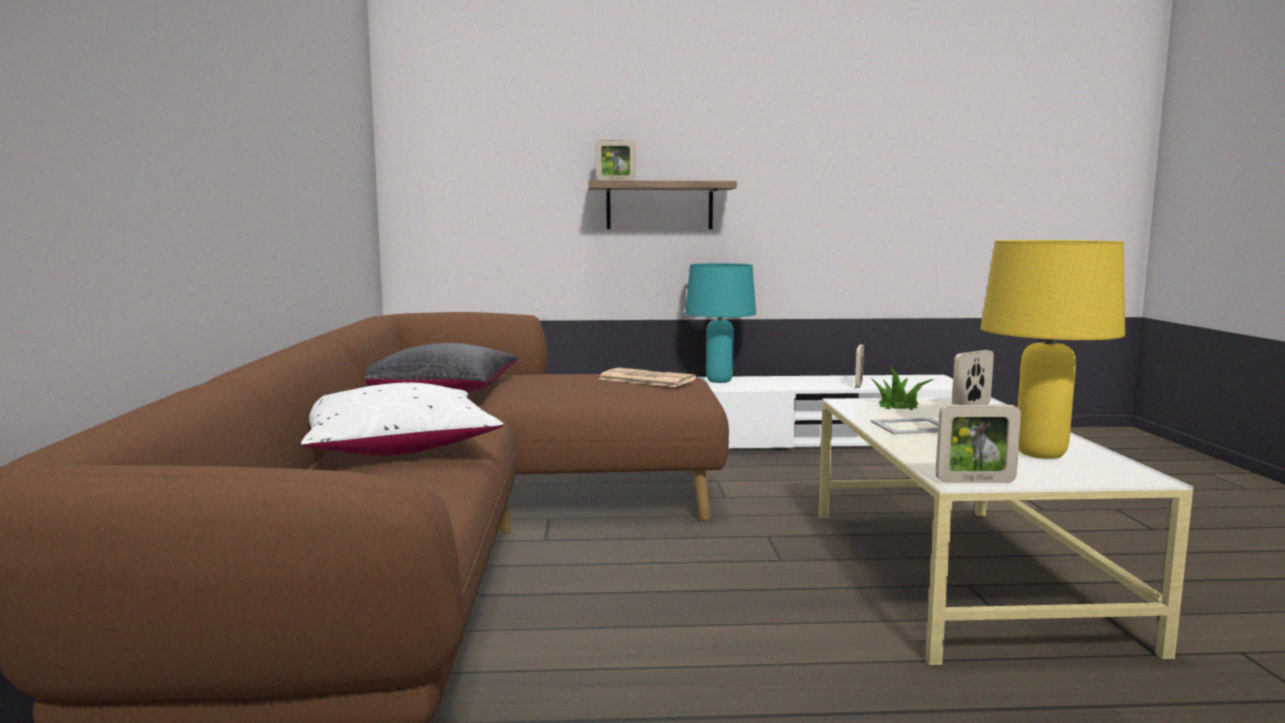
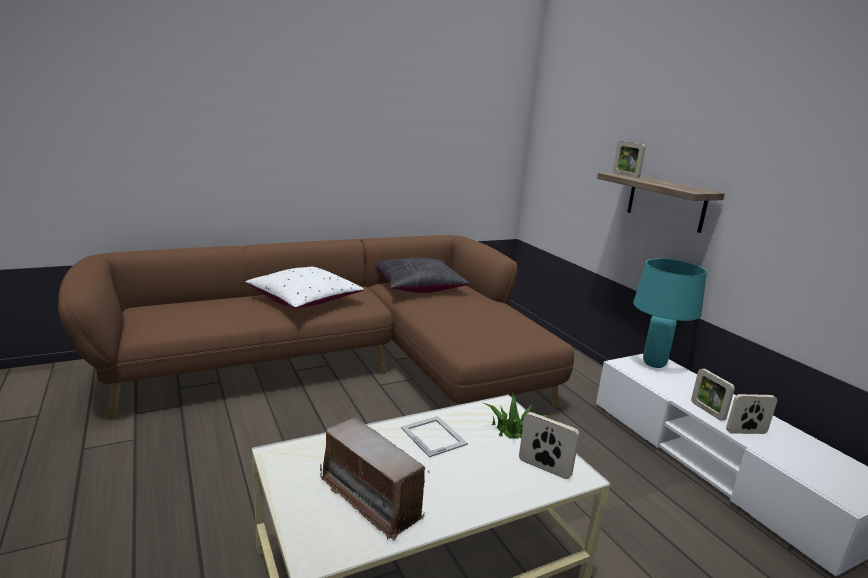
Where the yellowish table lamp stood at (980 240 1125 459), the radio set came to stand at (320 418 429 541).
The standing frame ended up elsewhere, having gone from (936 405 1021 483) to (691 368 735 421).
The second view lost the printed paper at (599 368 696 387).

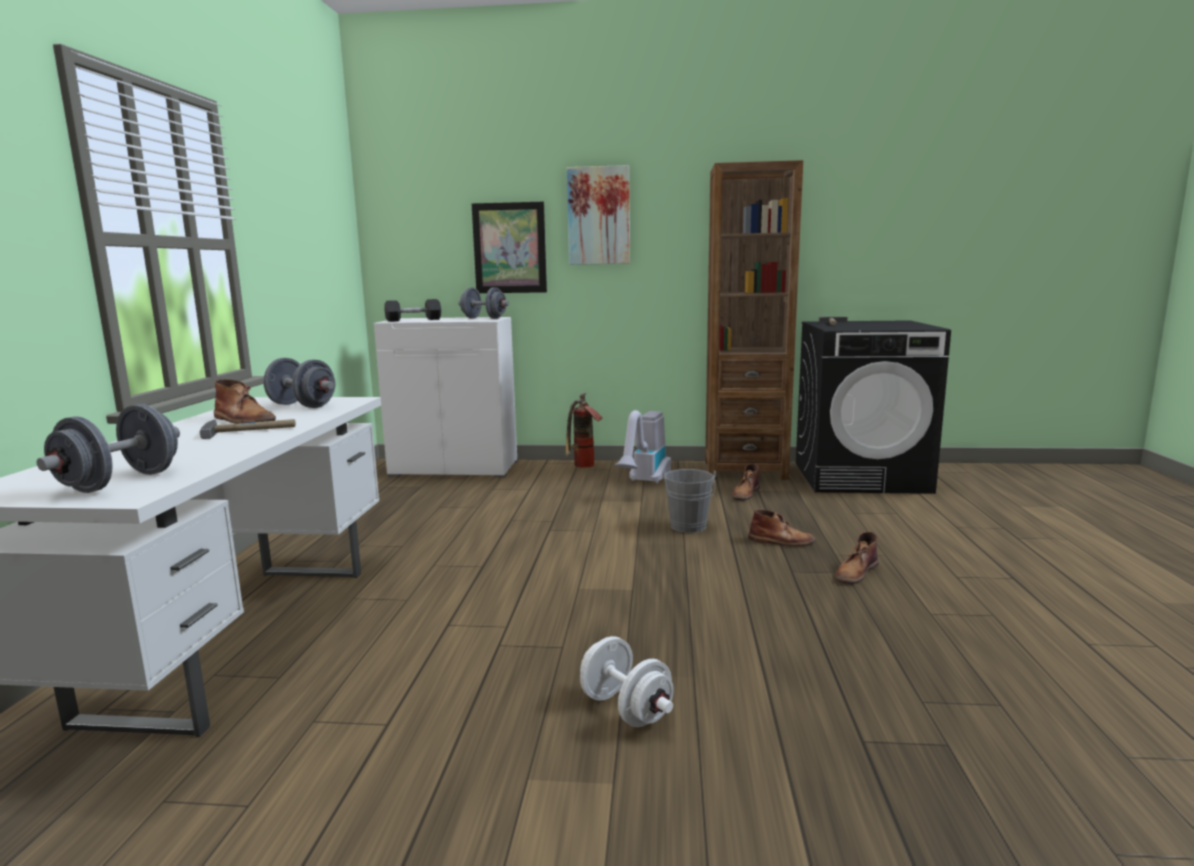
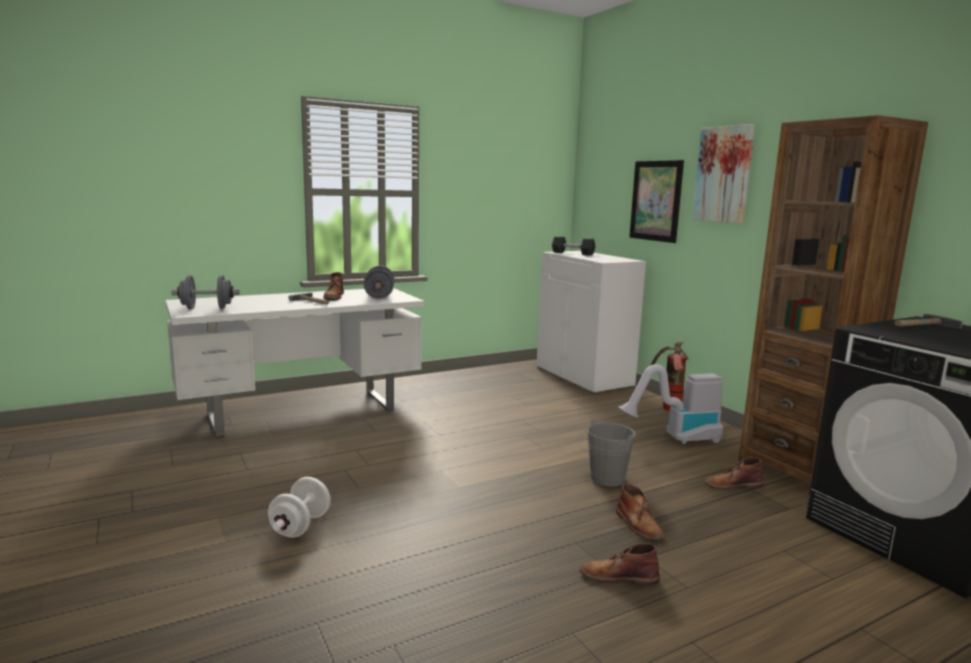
The second view lost the grey hand weight at (458 287 509 319).

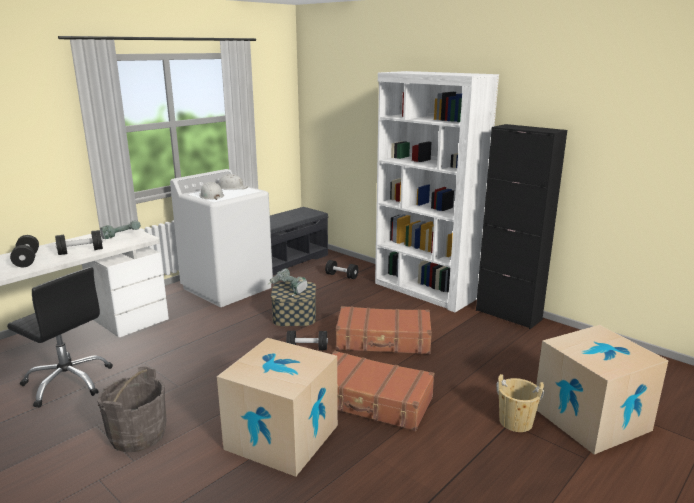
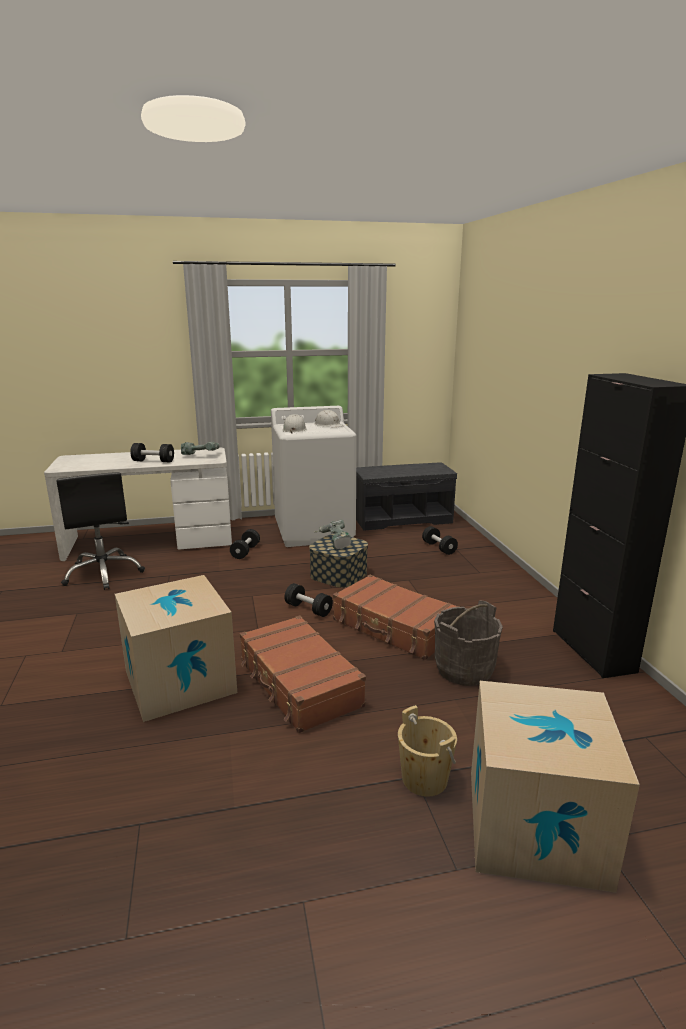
The black hand weight ended up elsewhere, having gone from (10 235 39 267) to (230 529 260 559).
The grey bucket ended up elsewhere, having gone from (97 366 167 452) to (434 600 503 686).
The second view lost the whitish bookcase at (375 71 499 312).

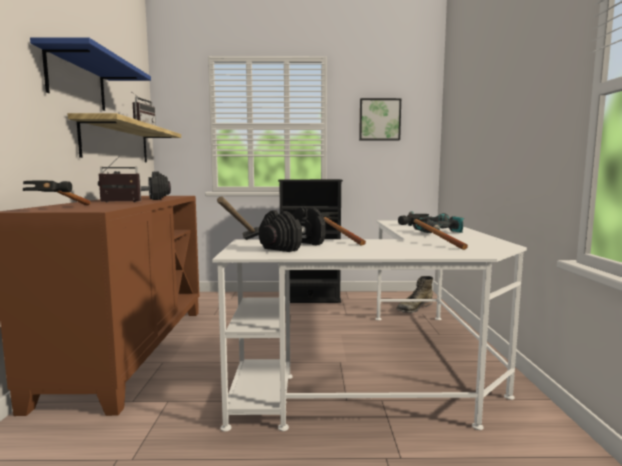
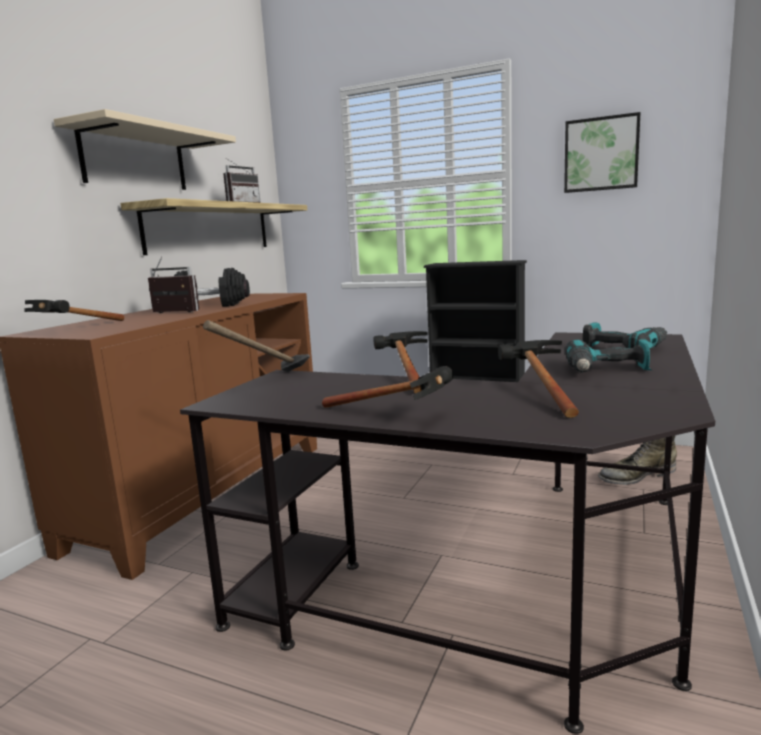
What was the blue shelf at (30 37 151 111) turned into the beige-coloured shelf at (54 109 236 190).
What was the whitish desk unit at (212 220 527 432) turned into the black desk unit at (180 332 715 734).
The second view gained the hammer at (322 366 453 408).
The second view lost the black hand weight at (259 207 326 252).

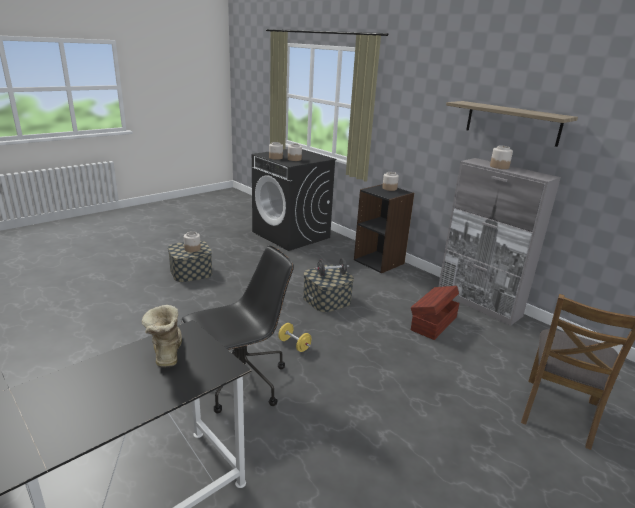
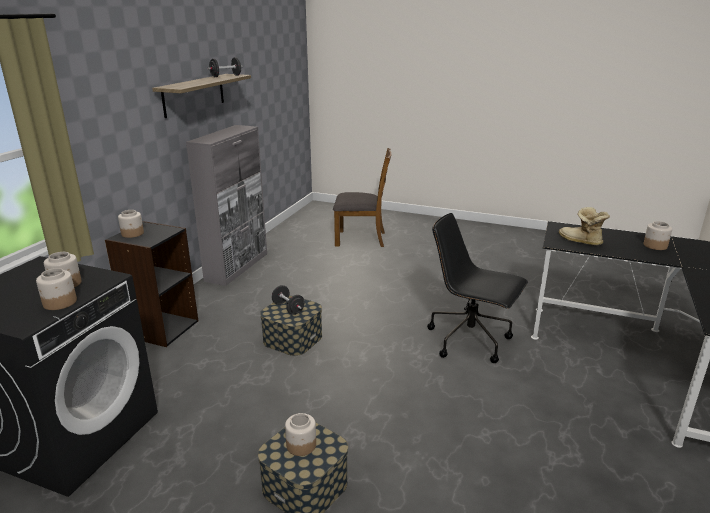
The second view gained the black hand weight at (207 57 243 77).
The high-top boot at (142 305 182 367) ended up facing another way, 90 degrees clockwise from before.
The jar ended up elsewhere, having gone from (490 146 513 169) to (644 221 672 250).
The second view lost the yellowish hand weight at (278 323 311 352).
The second view lost the brown-coloured storage bin at (411 286 459 340).

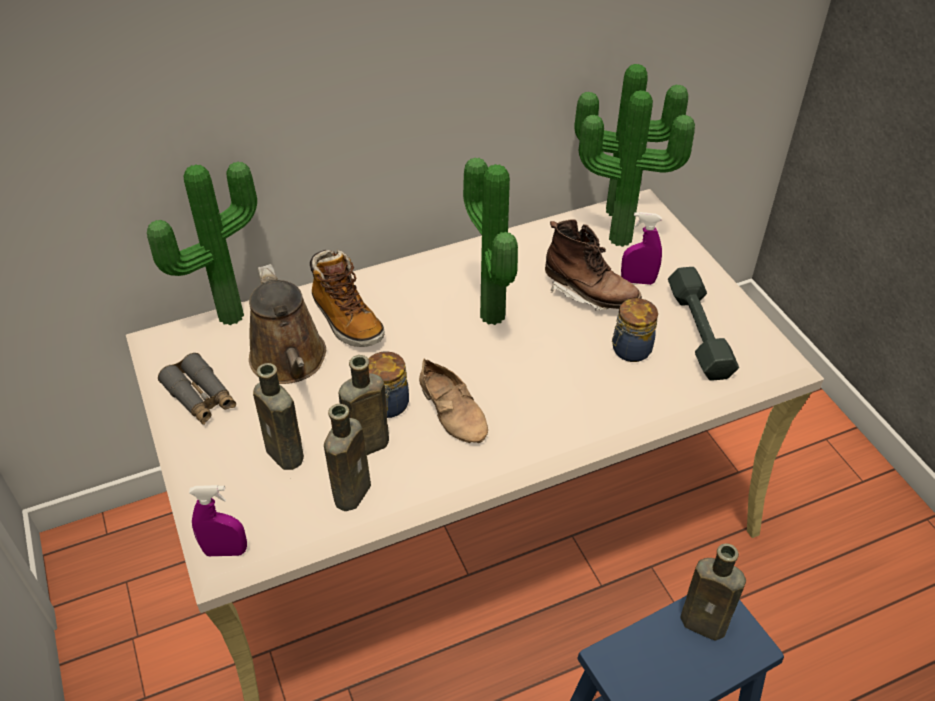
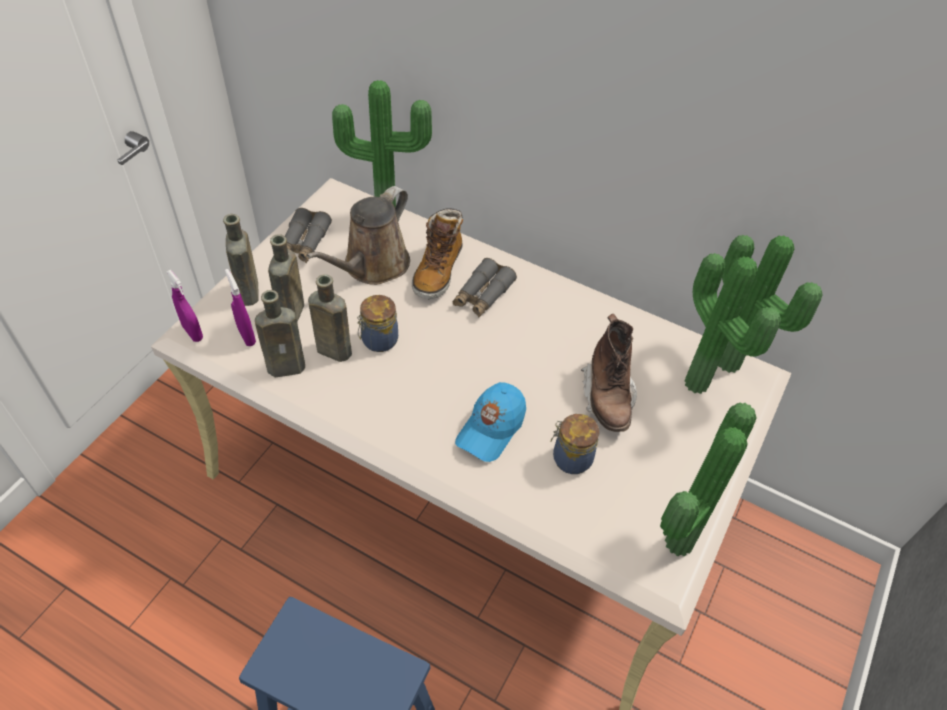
The brown-coloured drink bottle ended up elsewhere, having gone from (680 543 746 641) to (223 214 259 306).
The purplish spray bottle ended up elsewhere, having gone from (621 212 662 285) to (225 269 256 346).
The second view gained the grey binoculars at (453 258 517 317).
The second view gained the blue baseball cap at (455 382 526 462).
The houseplant ended up elsewhere, having gone from (463 158 518 325) to (660 403 756 556).
The second view lost the beige-coloured item of footwear at (419 358 488 443).
The second view lost the grey hand weight at (668 267 739 381).

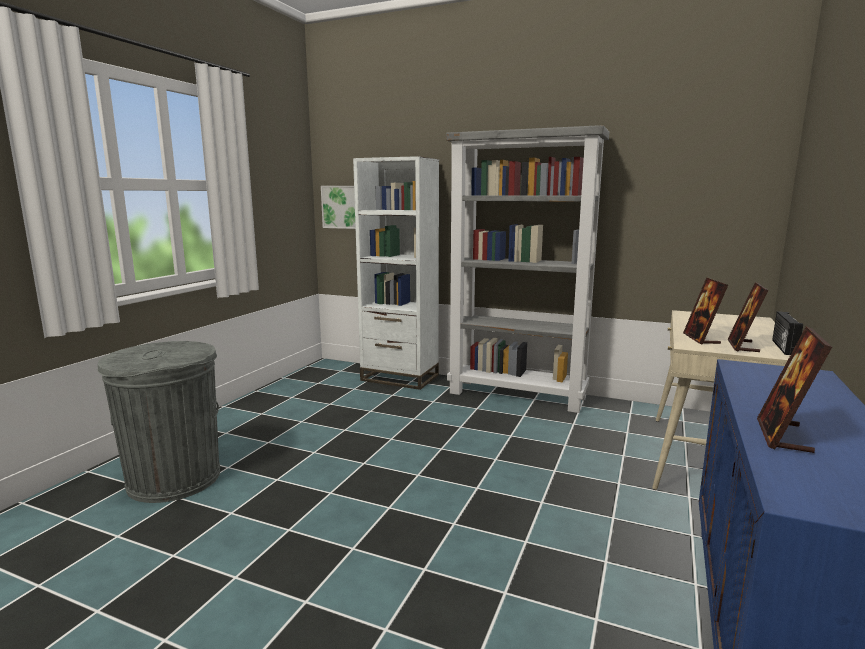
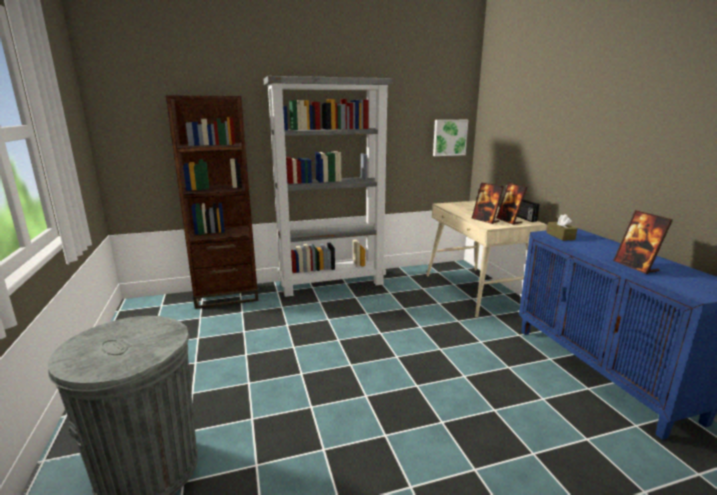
What was the whitish bookcase at (353 156 439 390) turned into the brown-coloured bookcase at (166 95 259 309).
The wall picture ended up elsewhere, having gone from (321 186 356 229) to (433 120 468 156).
The second view gained the brown-coloured tissue holder at (546 214 577 241).

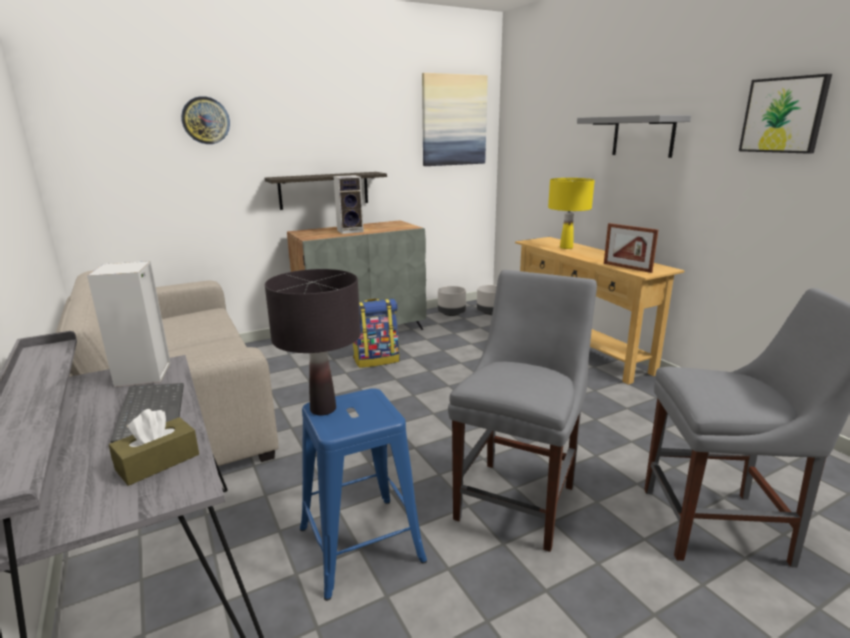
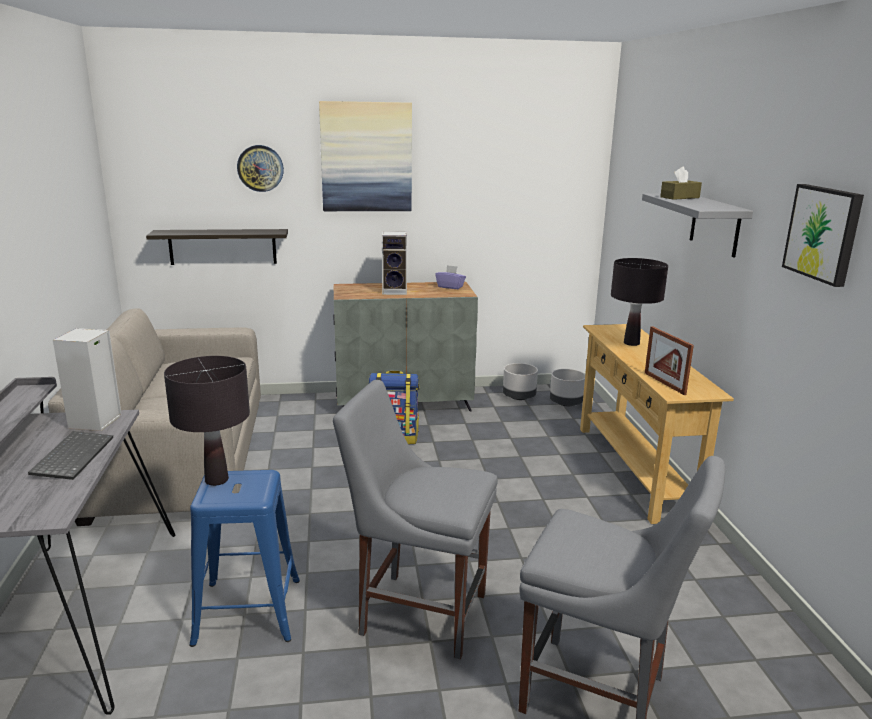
The shelf ended up elsewhere, having gone from (264 172 387 210) to (146 229 288 265).
The wall picture ended up elsewhere, having gone from (422 73 488 166) to (319 101 412 211).
The grey chair at (448 270 597 552) ended up facing another way, 120 degrees counterclockwise from before.
The second view gained the purplish tissue holder at (435 265 466 289).
What was the yellowish table lamp at (548 178 595 249) turned into the black table lamp at (611 258 668 346).
The brown-coloured tissue holder ended up elsewhere, having gone from (109 409 199 486) to (660 167 702 200).

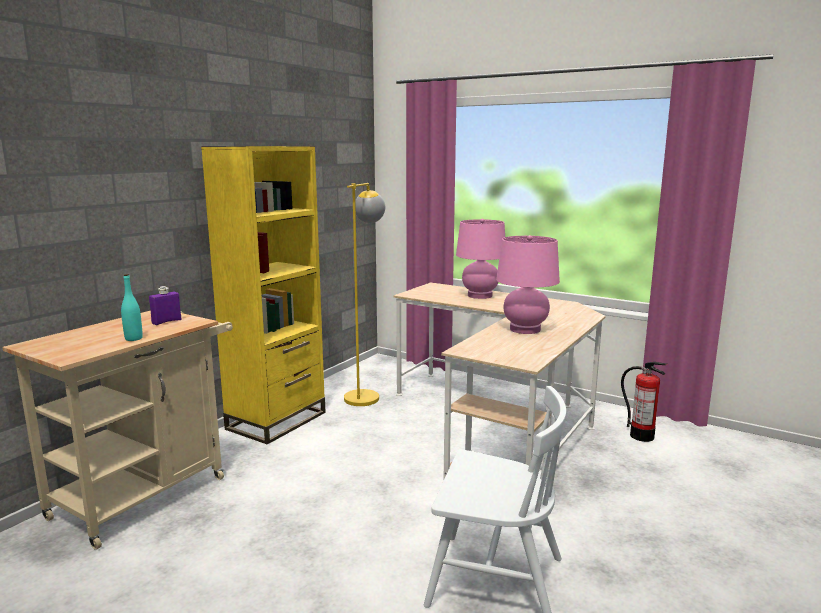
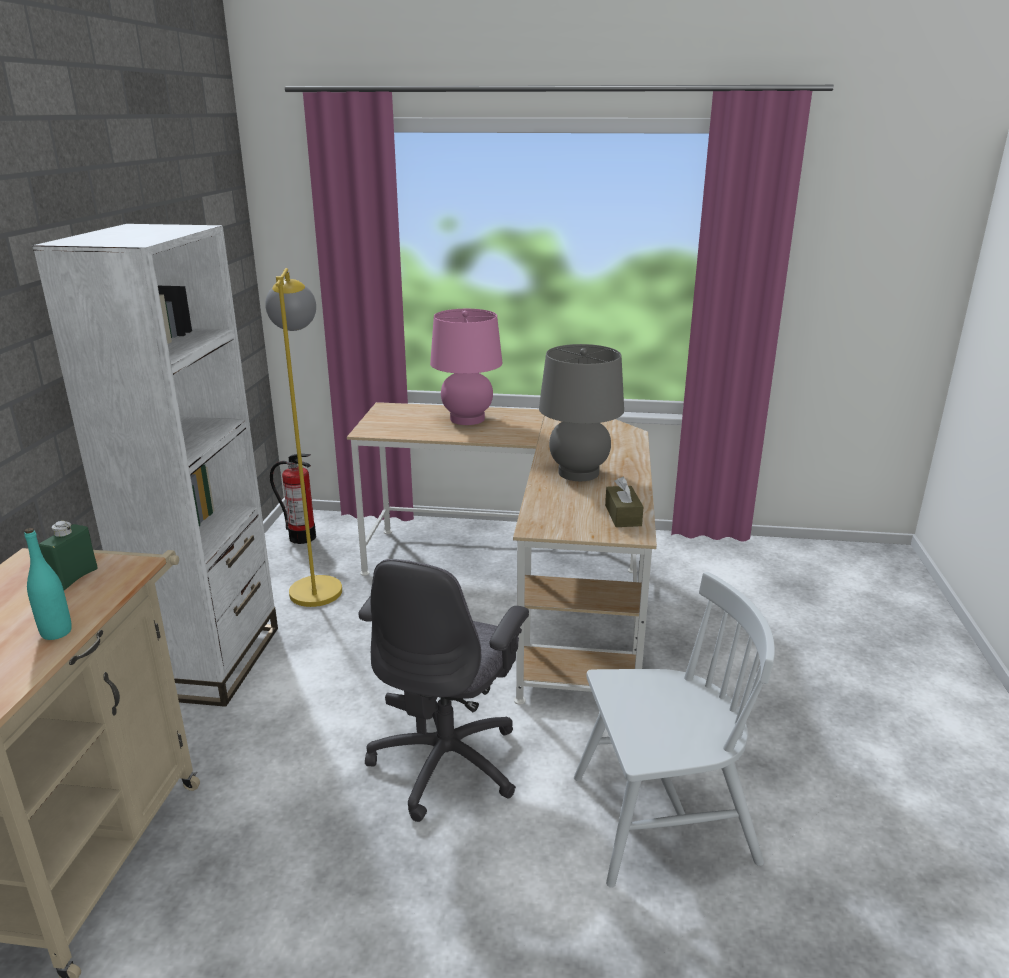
What was the yellowish bookcase at (201 146 326 444) turned into the whitish bookcase at (32 224 278 707).
What was the purplish drink bottle at (149 286 181 325) turned into the green-coloured drink bottle at (39 521 98 590).
The fire extinguisher ended up elsewhere, having gone from (621 362 667 442) to (270 454 316 544).
The second view gained the grey office chair at (358 559 529 822).
What was the pinkish table lamp at (496 235 560 334) turned into the grey table lamp at (539 344 624 481).
The second view gained the brown-coloured tissue holder at (605 477 643 527).

